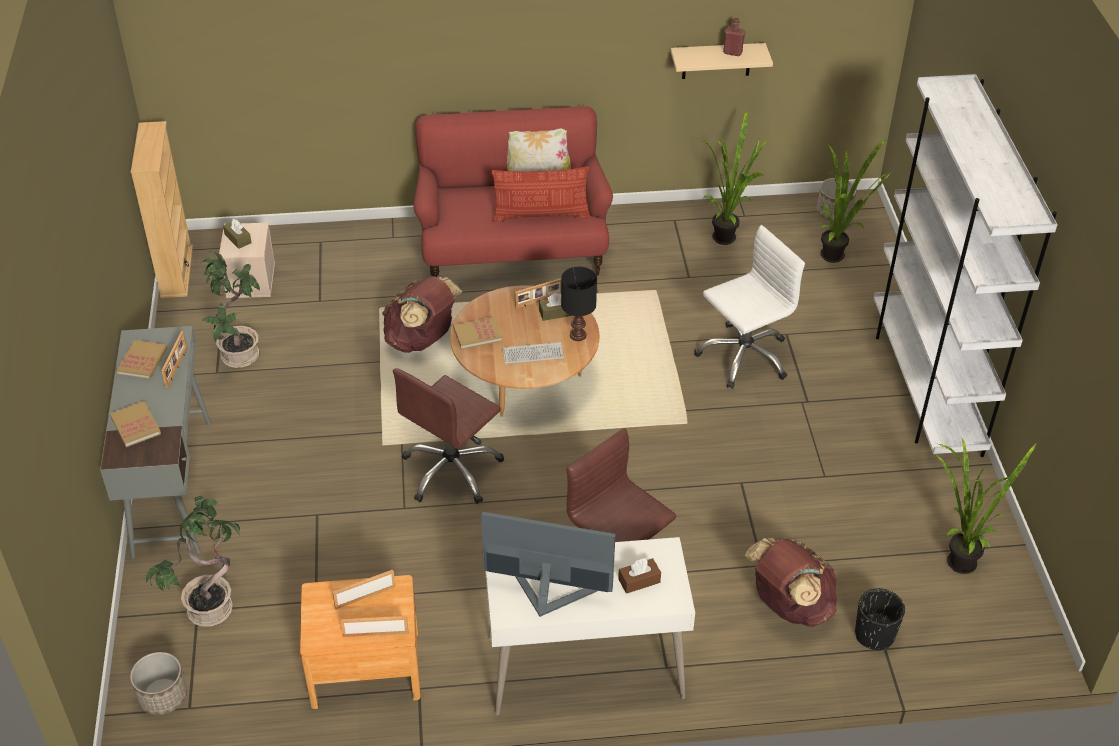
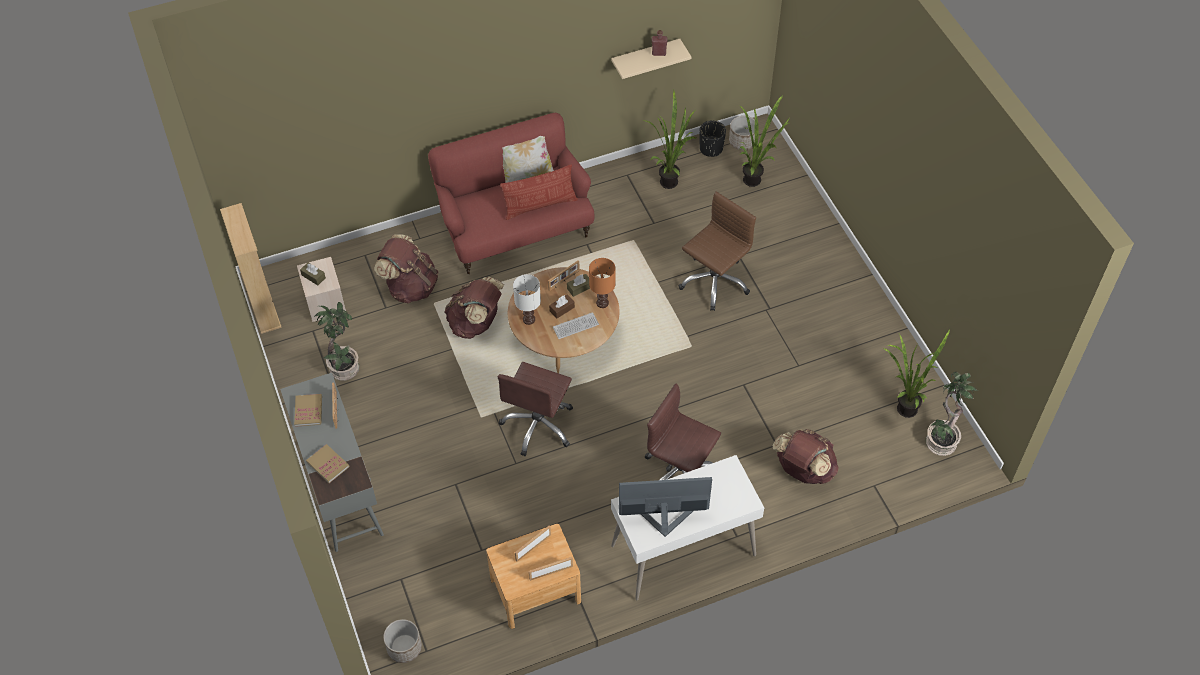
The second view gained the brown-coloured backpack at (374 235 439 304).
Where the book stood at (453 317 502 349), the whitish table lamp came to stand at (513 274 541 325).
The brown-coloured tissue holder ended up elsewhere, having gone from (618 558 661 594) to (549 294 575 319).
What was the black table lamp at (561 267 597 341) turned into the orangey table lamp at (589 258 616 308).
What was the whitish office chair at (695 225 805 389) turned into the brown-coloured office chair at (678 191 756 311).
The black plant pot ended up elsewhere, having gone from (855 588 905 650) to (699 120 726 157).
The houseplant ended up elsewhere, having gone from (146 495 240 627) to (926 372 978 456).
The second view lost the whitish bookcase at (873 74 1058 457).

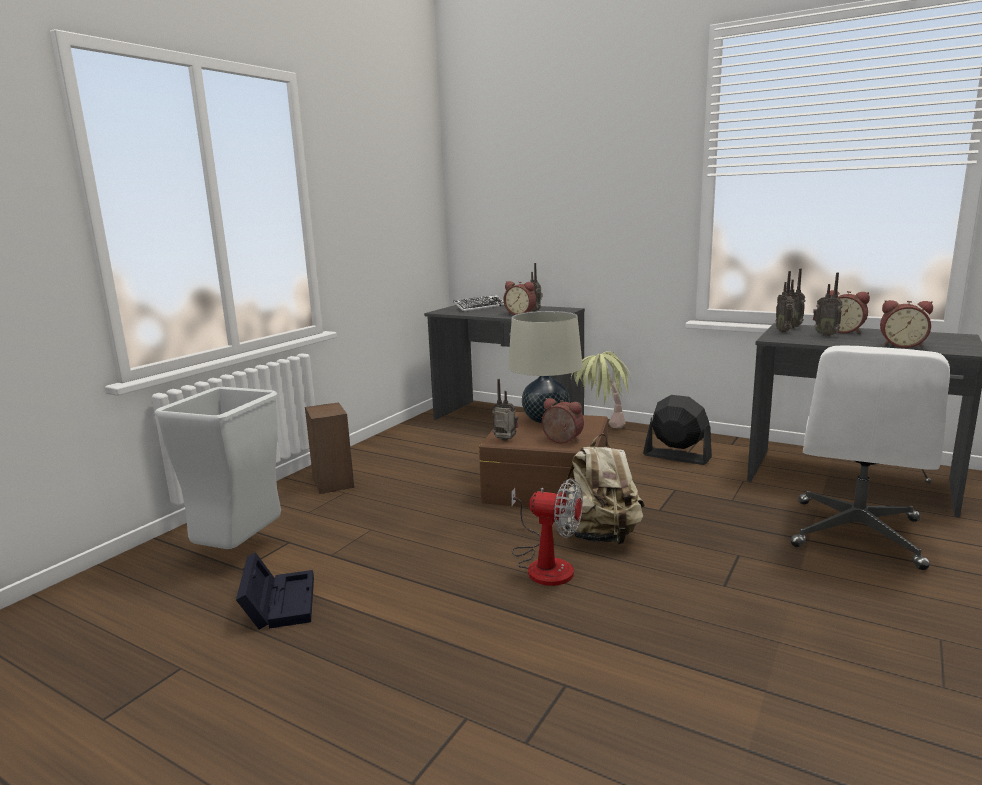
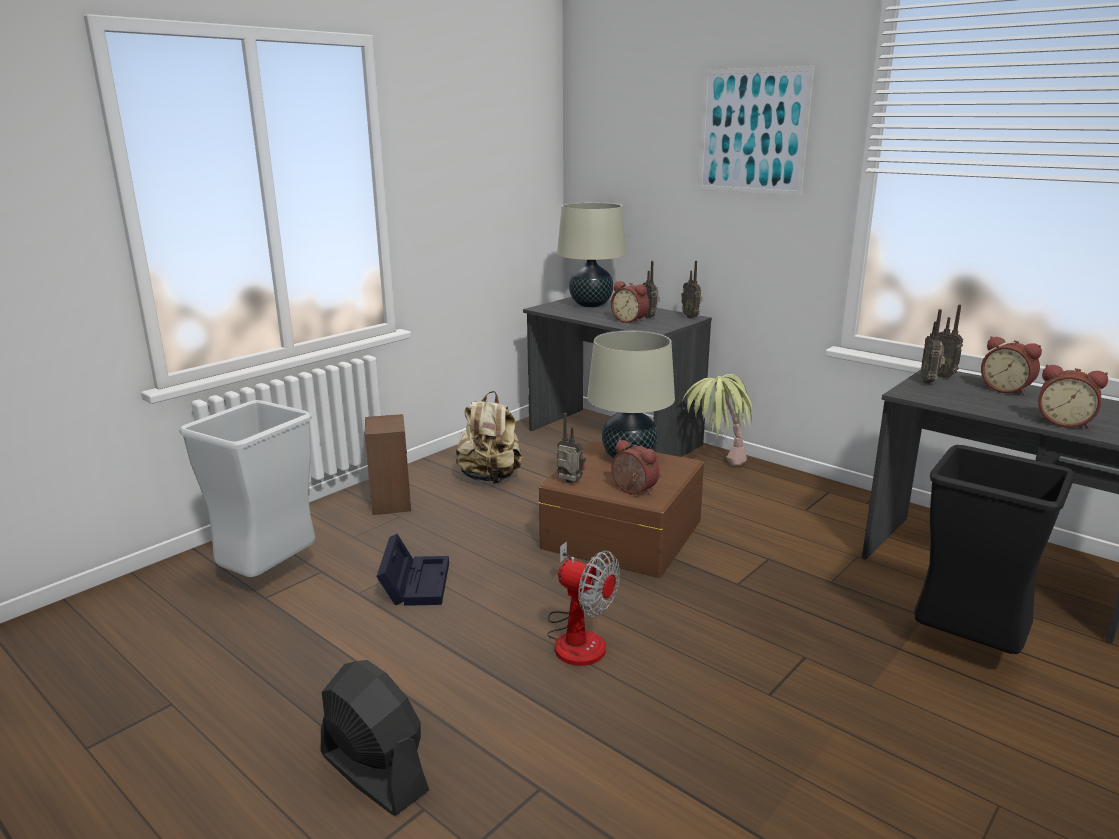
The black electric fan ended up elsewhere, having gone from (643 395 712 465) to (321 660 429 816).
The black storage bin ended up elsewhere, having gone from (236 552 314 630) to (376 534 449 606).
The beige-coloured backpack ended up elsewhere, having gone from (562 434 645 545) to (456 391 522 484).
Where the PC keyboard stood at (453 295 505 312), the beige-coloured table lamp came to stand at (557 202 626 307).
The radio set ended up elsewhere, having gone from (813 272 843 336) to (681 261 702 318).
The second view gained the wall picture at (698 65 814 196).
Where the whitish office chair stood at (791 346 950 570), the black waste bin came to stand at (914 445 1075 654).

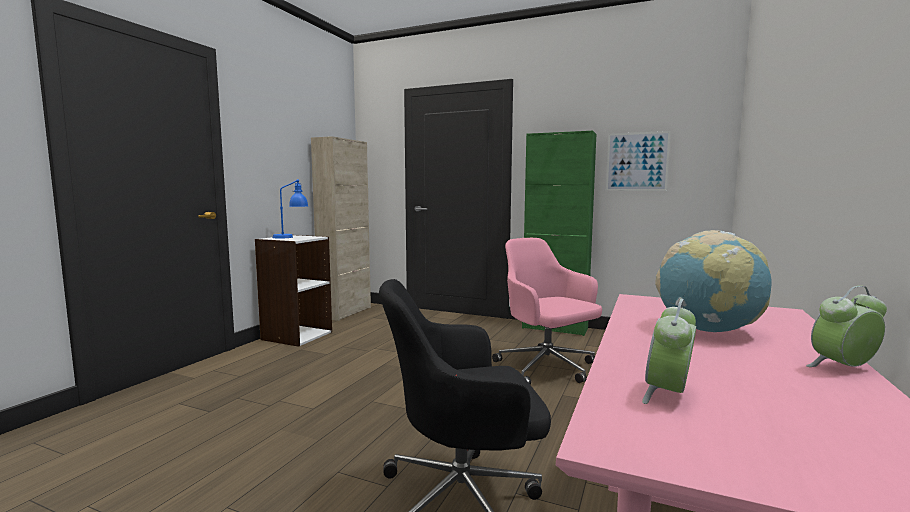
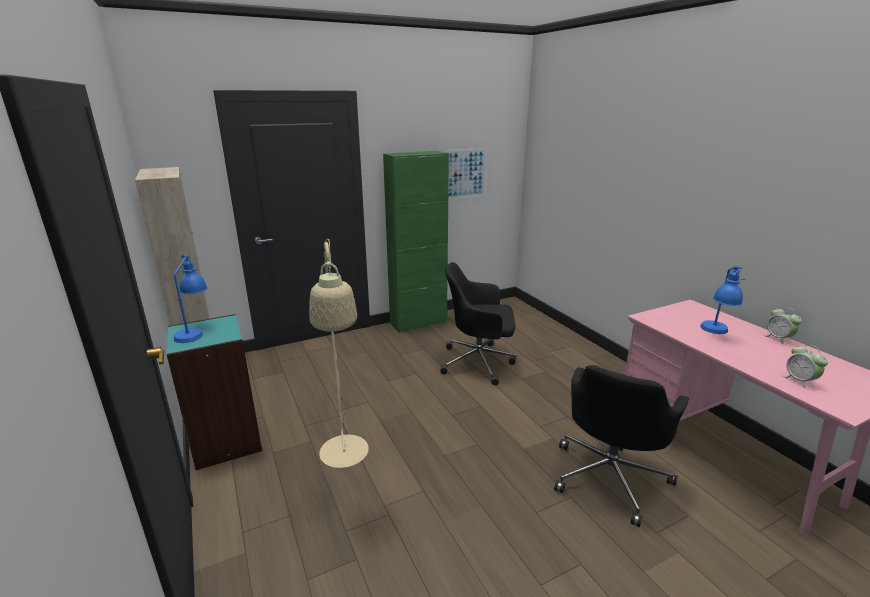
What was the whitish bookcase at (255 235 332 347) turned into the blue-green bookcase at (167 314 262 470).
The second view gained the beige-coloured floor lamp at (309 239 369 468).
What was the pinkish office chair at (492 238 602 385) turned into the black office chair at (440 262 516 385).
Where the world globe stood at (655 230 772 332), the blue table lamp came to stand at (700 265 746 334).
The table clock at (806 286 887 367) ended up facing another way, 45 degrees counterclockwise from before.

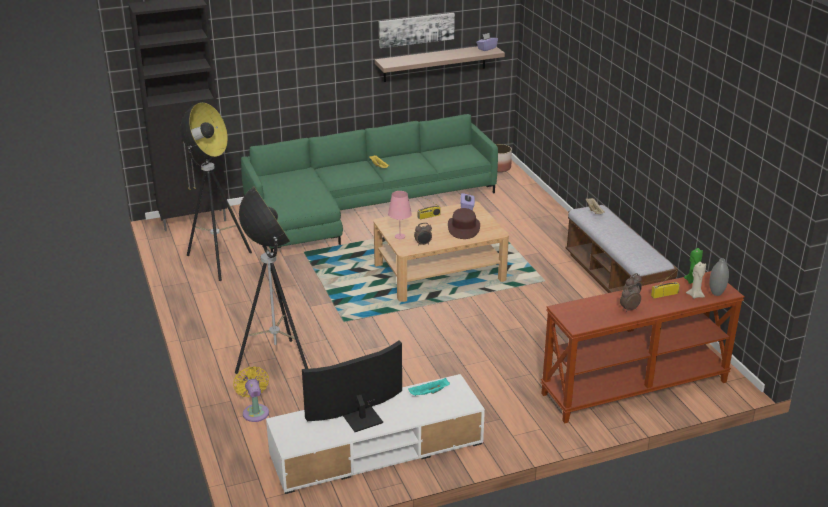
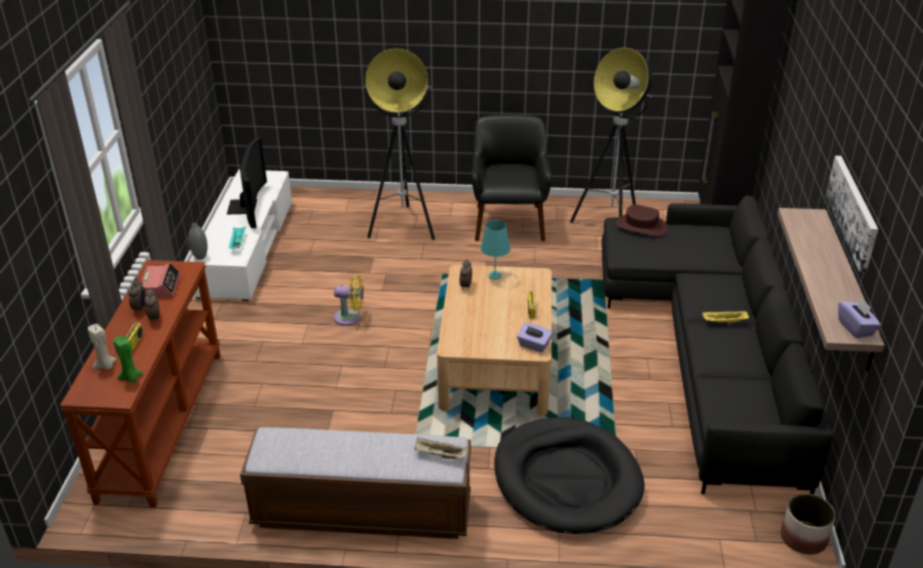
The second view gained the table clock at (141 263 180 298).
The grey vase ended up elsewhere, having gone from (710 258 729 296) to (188 223 208 260).
The yellowish electric fan ended up elsewhere, having gone from (233 366 269 422) to (334 275 364 326).
The second view gained the black armchair at (472 114 552 241).
What was the pinkish table lamp at (388 191 412 239) turned into the blue-green table lamp at (480 220 511 280).
The second view gained the black dog bed at (494 417 645 534).
What was the green-coloured settee at (241 114 498 253) turned into the black settee at (602 196 833 494).
The brown-coloured wearable hat ended up elsewhere, having gone from (448 208 480 239) to (616 205 668 236).

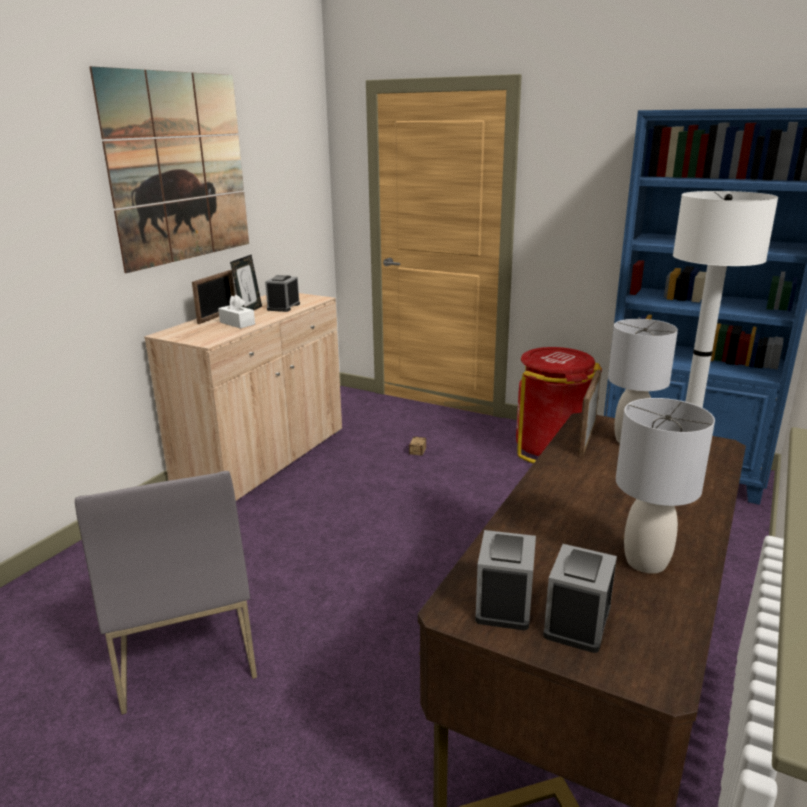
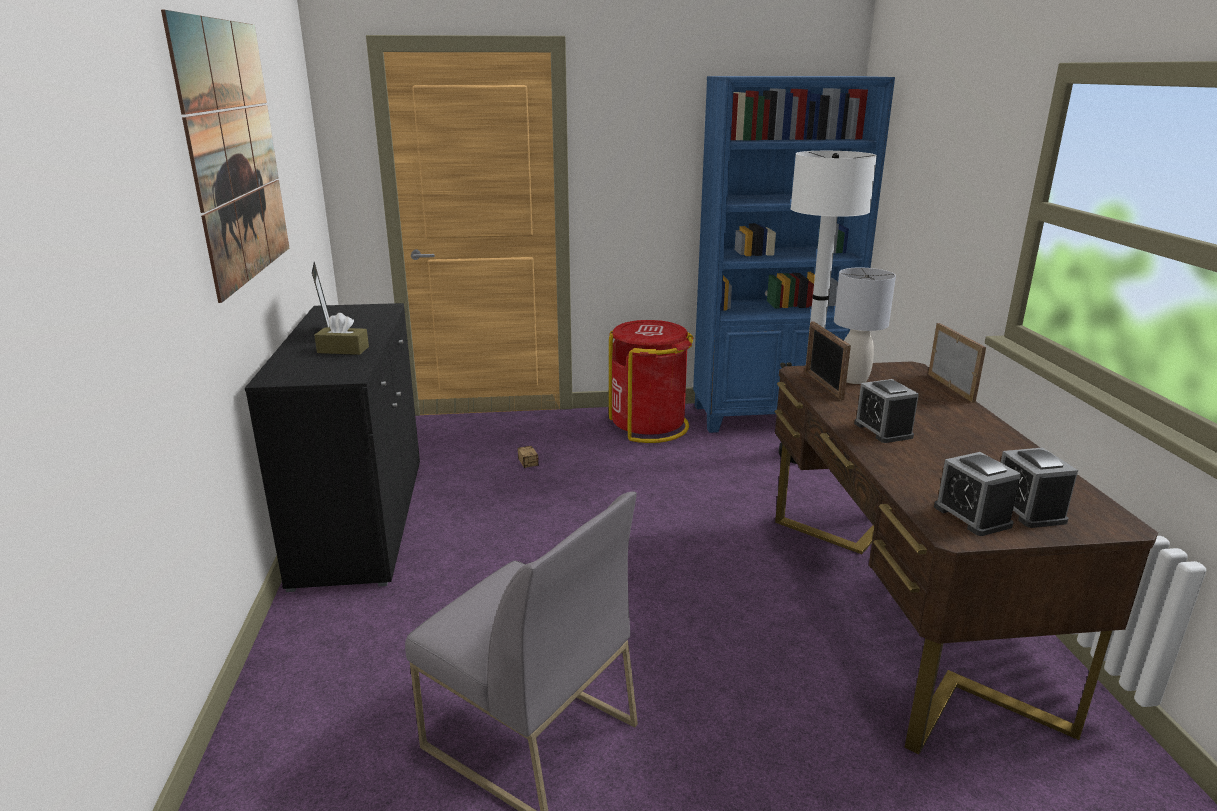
What was the beige-coloured cabinet at (144 293 342 501) turned into the black cabinet at (245 303 420 592).
What was the whitish tissue holder at (218 294 255 328) turned into the brown-coloured tissue holder at (314 313 369 355).
The table clock ended up elsewhere, having gone from (265 275 300 312) to (854 379 919 443).
The standing frame ended up elsewhere, having gone from (192 270 235 324) to (928 323 986 403).
The second view lost the grey table lamp at (616 398 715 574).

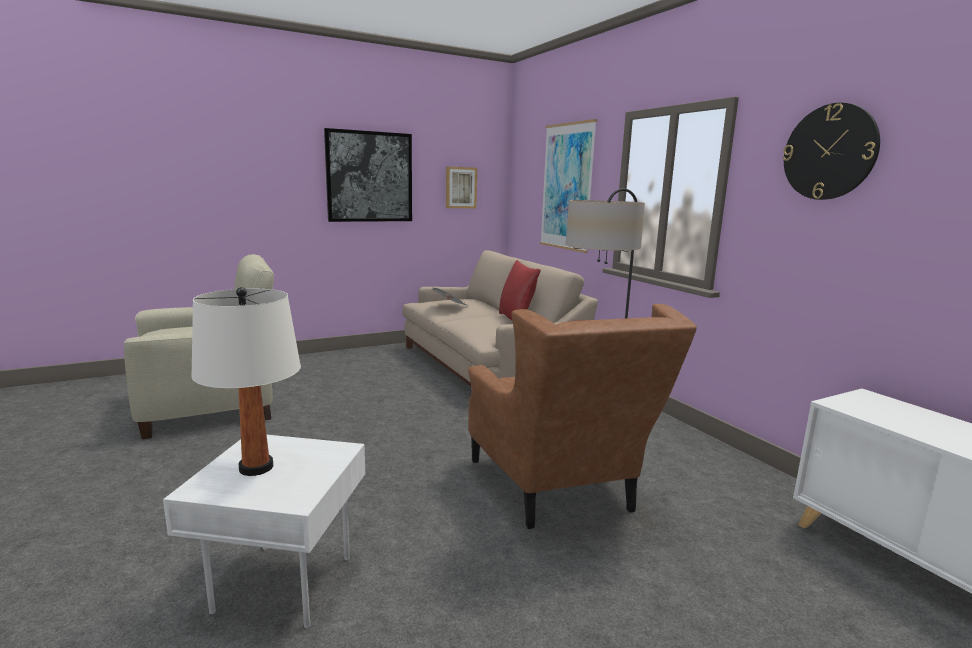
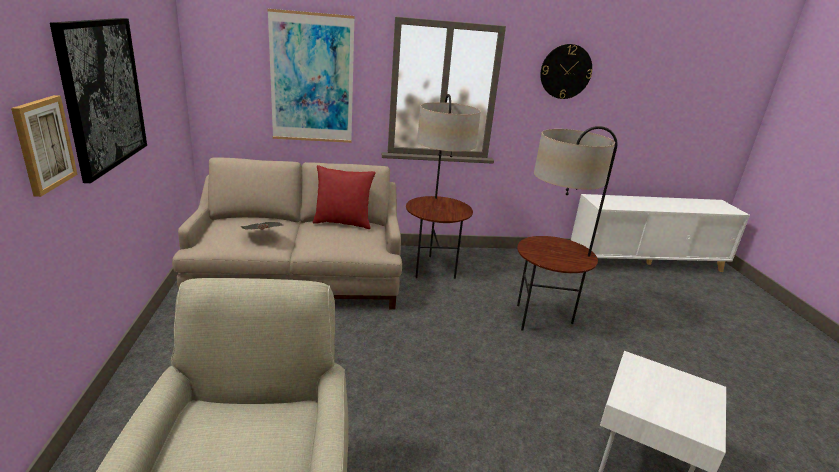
The wall picture ended up elsewhere, having gone from (446 167 477 208) to (11 95 78 197).
Where the brown-coloured armchair stood at (468 304 697 529), the floor lamp came to stand at (517 126 617 331).
The second view lost the whitish table lamp at (191 287 301 476).

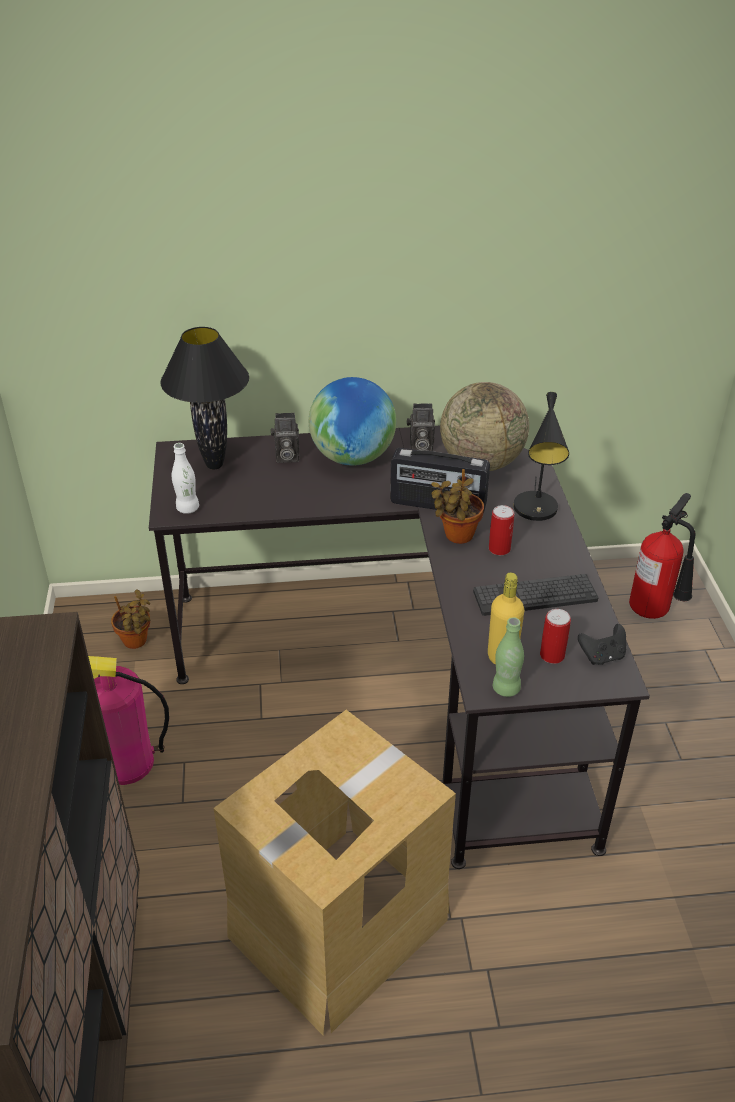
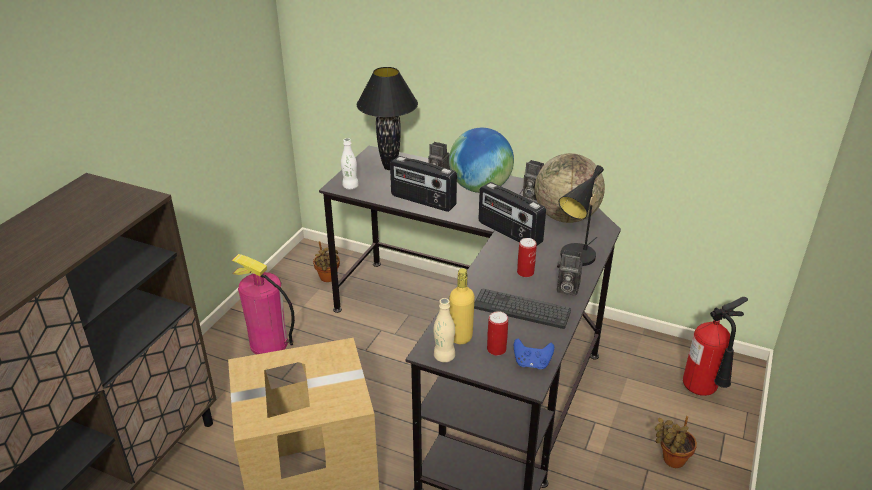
The second view gained the radio set at (390 156 457 212).
What was the green-coloured drink bottle at (493 617 524 697) turned into the beige-coloured drink bottle at (433 298 455 362).
What was the black game controller at (578 624 626 665) turned into the blue game controller at (514 338 554 369).
The second view gained the photo camera at (557 250 583 296).
The houseplant ended up elsewhere, having gone from (431 469 484 544) to (655 416 697 468).

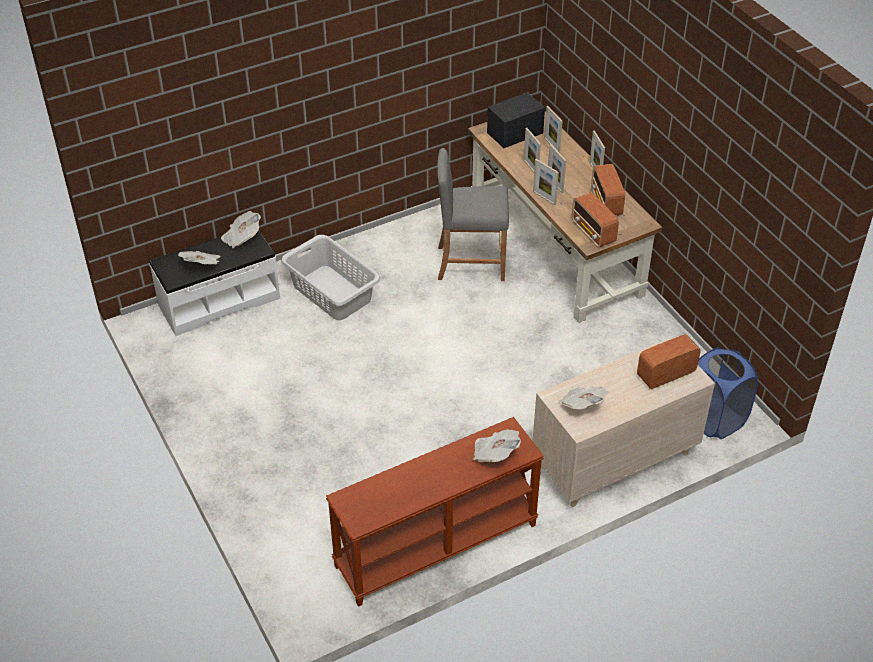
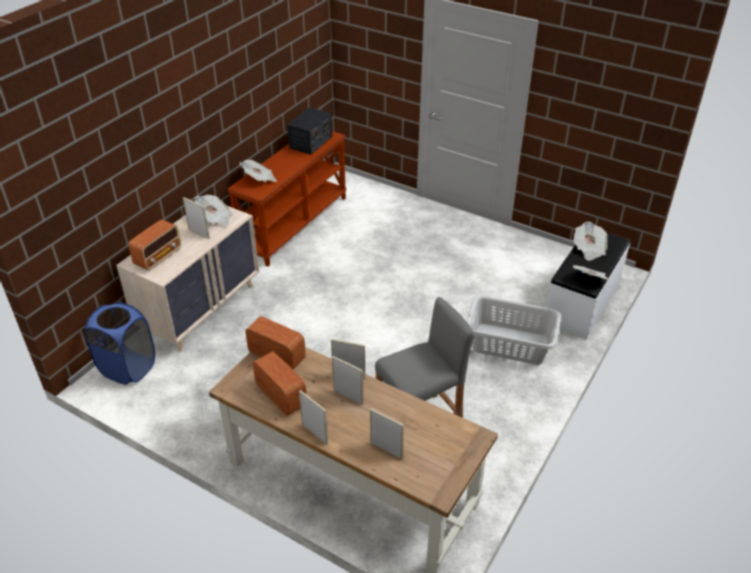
The standing frame ended up elsewhere, having gone from (524 128 541 172) to (183 197 210 239).
The radio set ended up elsewhere, having gone from (487 92 545 148) to (287 107 332 155).

